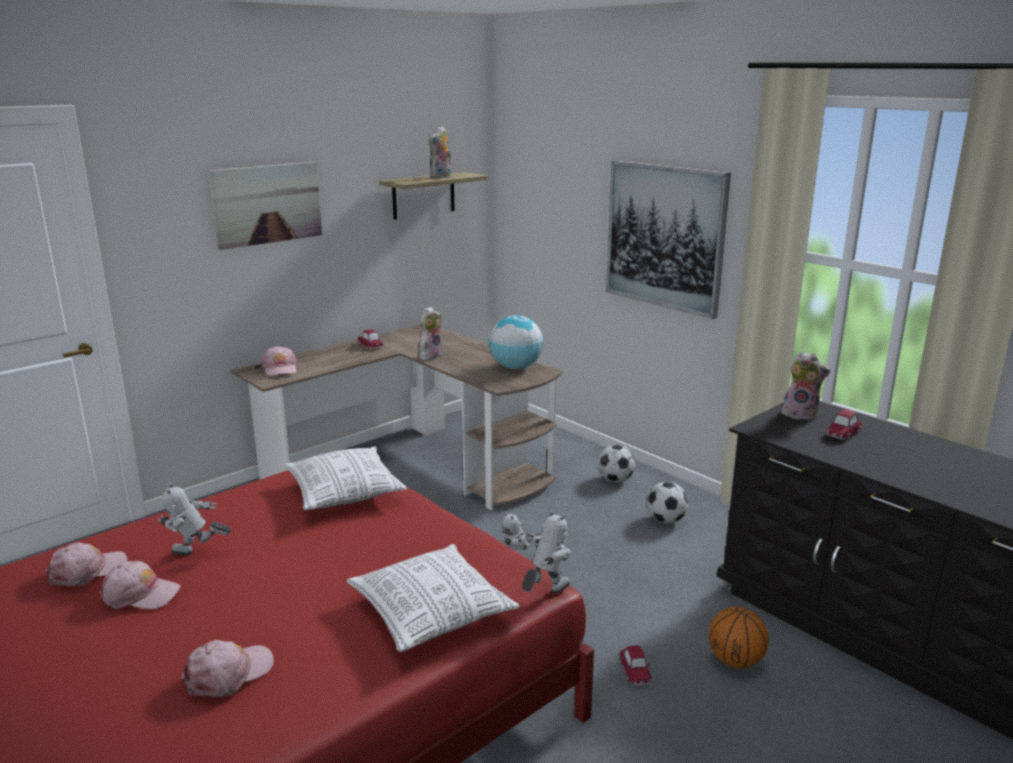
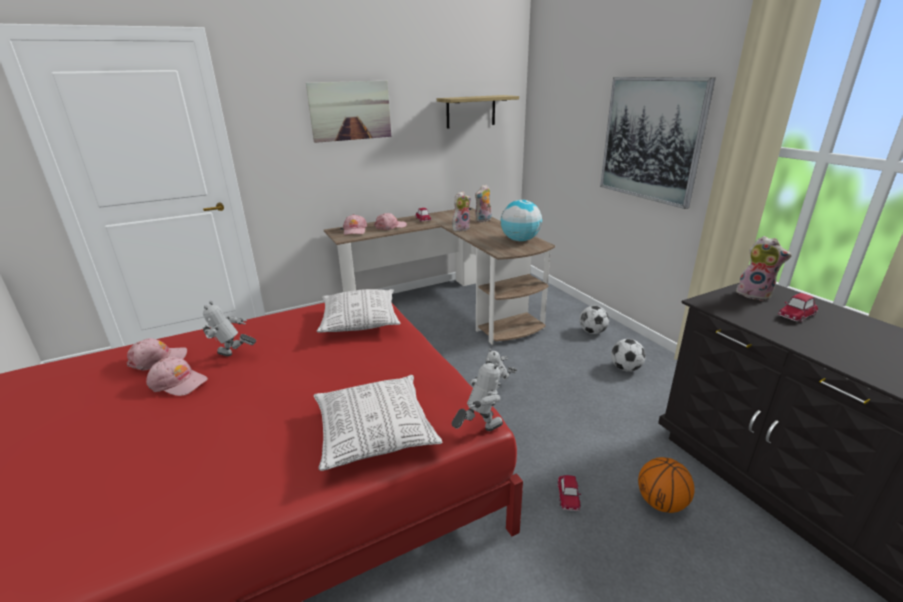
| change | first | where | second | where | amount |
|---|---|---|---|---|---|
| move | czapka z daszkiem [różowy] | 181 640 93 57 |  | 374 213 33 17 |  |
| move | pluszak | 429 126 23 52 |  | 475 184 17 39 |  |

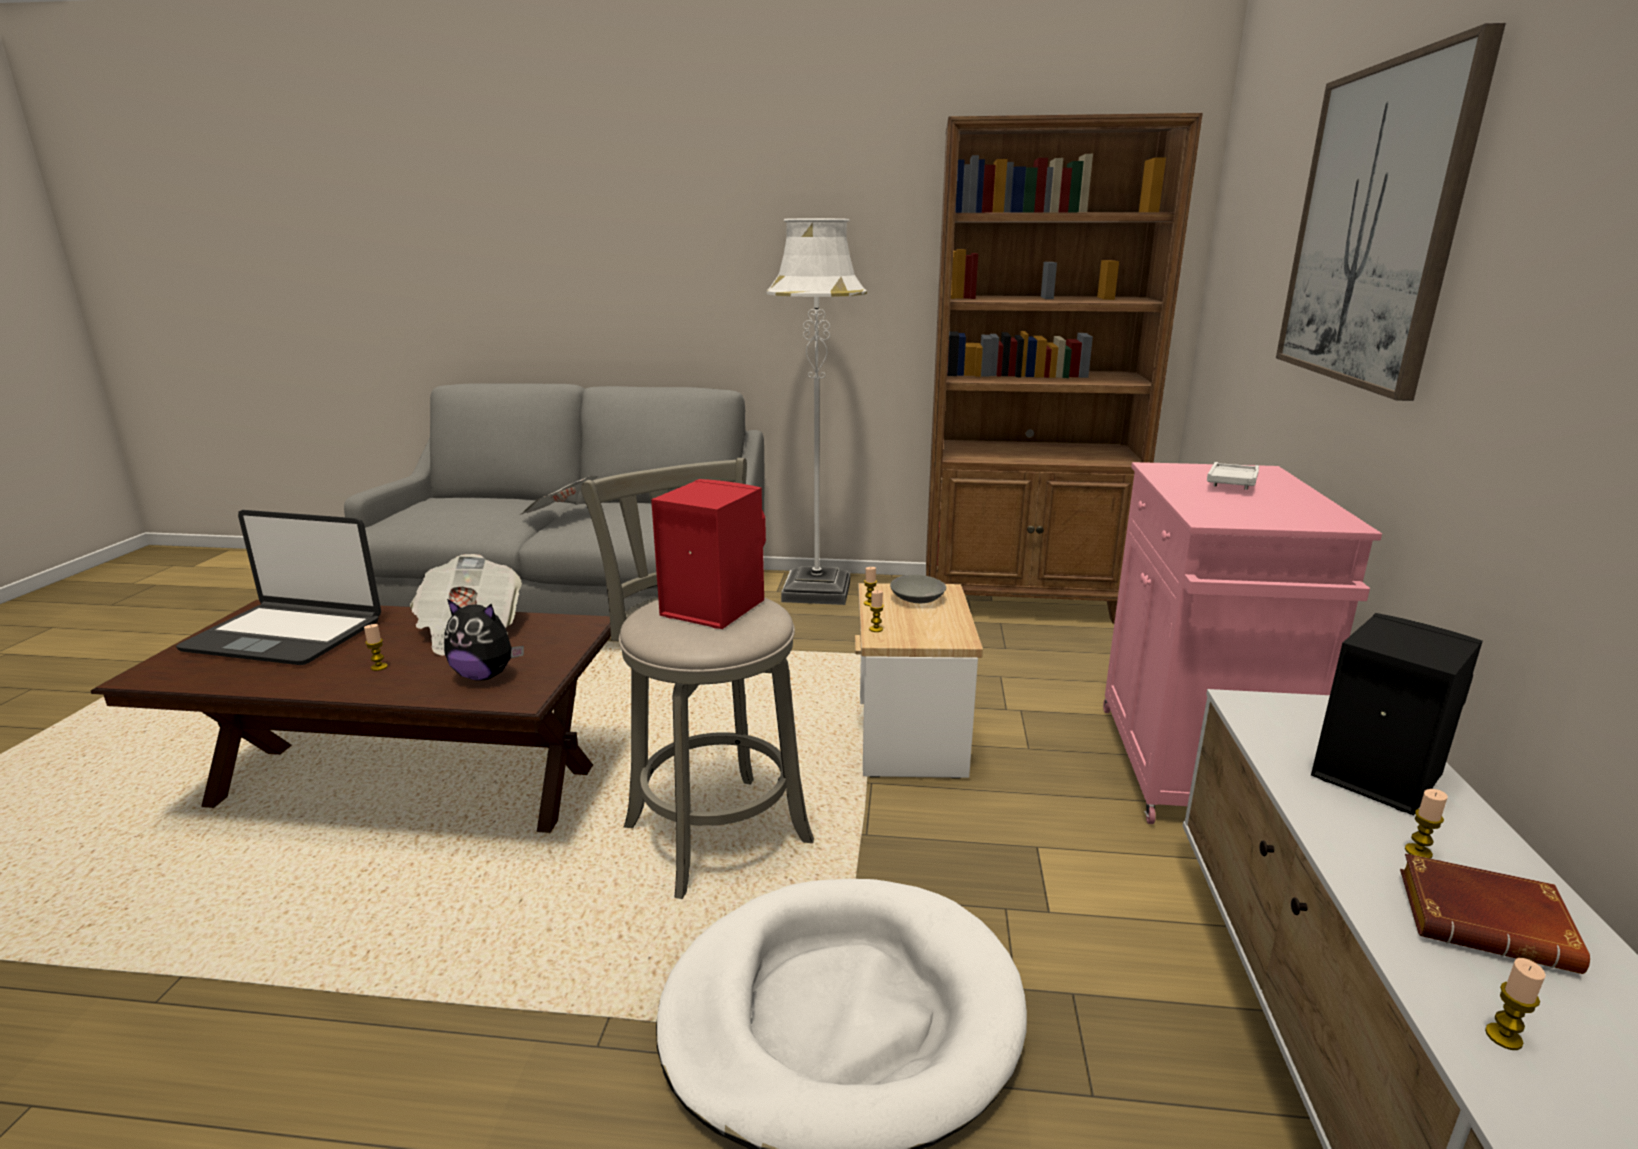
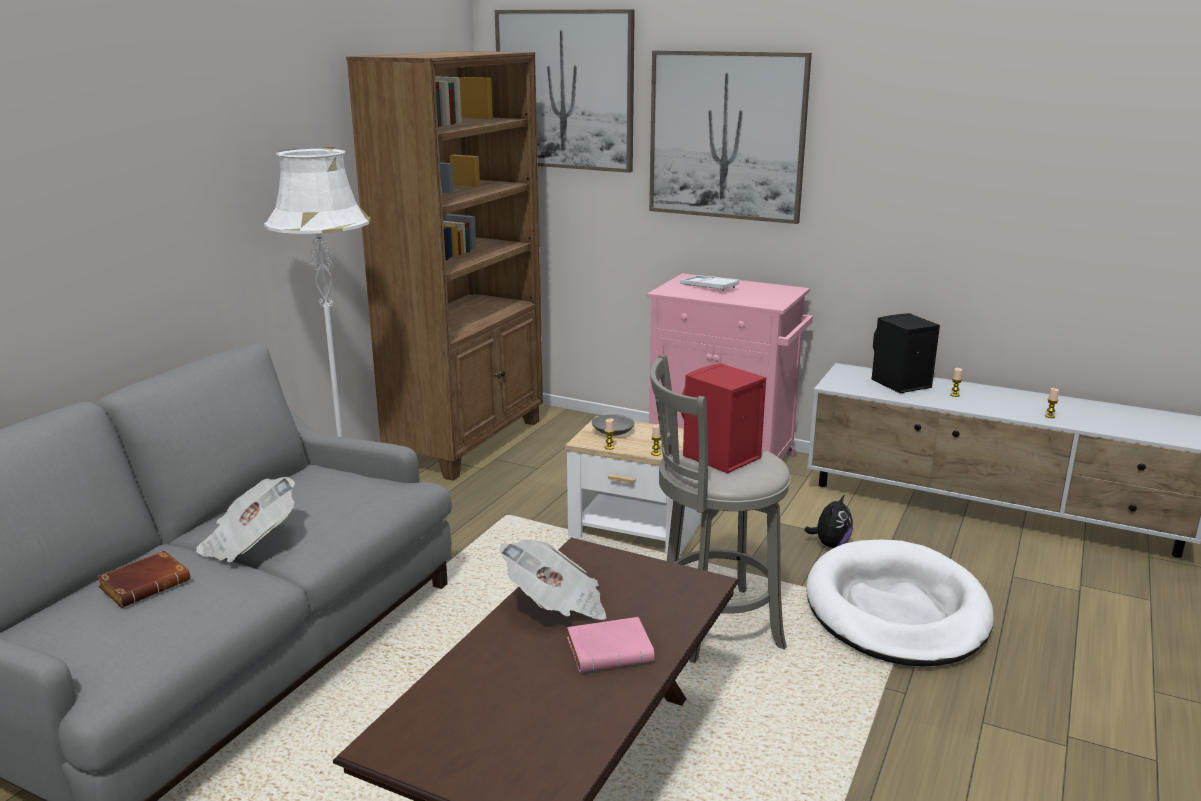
| change | first | where | second | where | amount |
|---|---|---|---|---|---|
| delete | laptop | 176 510 205 155 |  |  |  |
| replace | świeca | 364 624 24 47 | książka [różowy] | 567 617 88 56 |  |
| move | pluszak | 444 599 80 82 |  | 804 494 49 54 |  |
| move | książka [brązowy] | 1400 854 190 120 |  | 97 551 93 57 |  |
| insert |  |  | obraz | 495 9 140 164 |  |

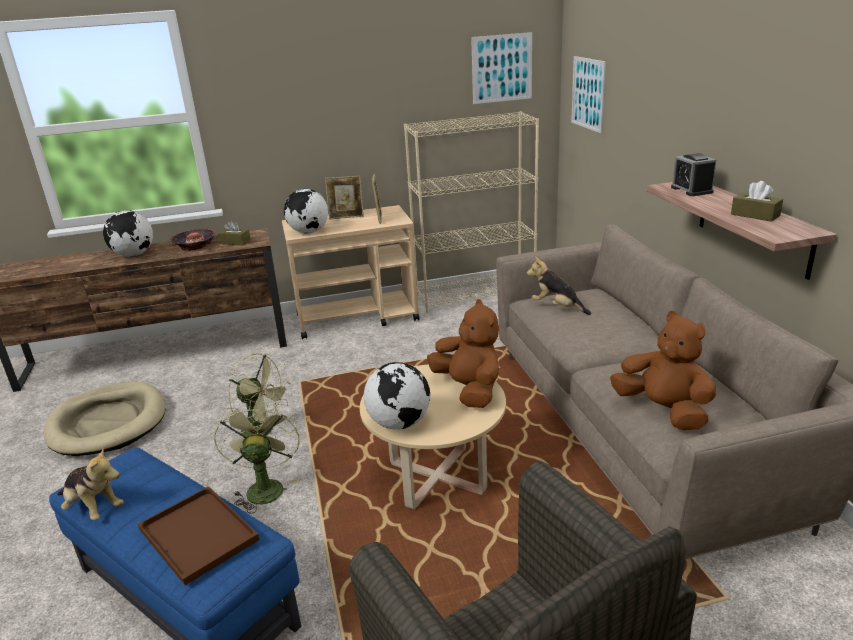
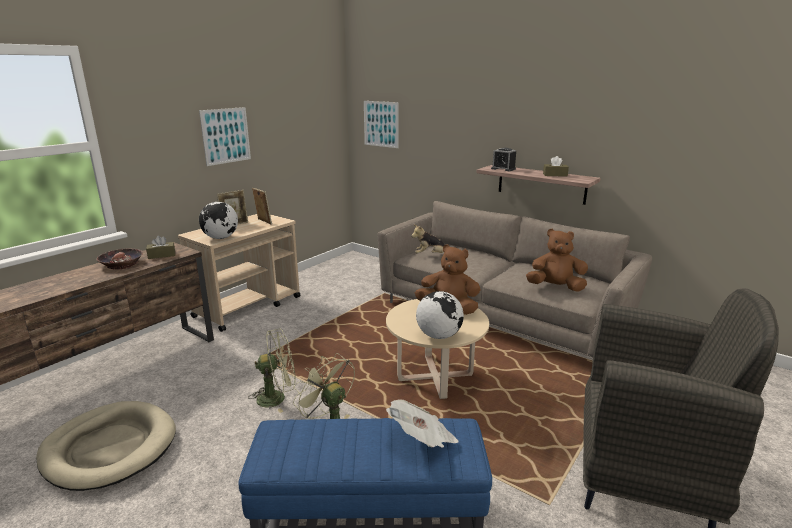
| change | first | where | second | where | amount |
|---|---|---|---|---|---|
| delete | pluszak | 57 448 67 72 |  |  |  |
| delete | globus | 103 210 50 47 |  |  |  |
| replace | taca [brązowy] | 138 486 122 99 | gazeta | 386 400 72 48 |  |
| delete | regał [beżowy] | 404 112 135 200 |  |  |  |
| move | obraz | 471 32 61 72 |  | 199 107 52 59 |  |

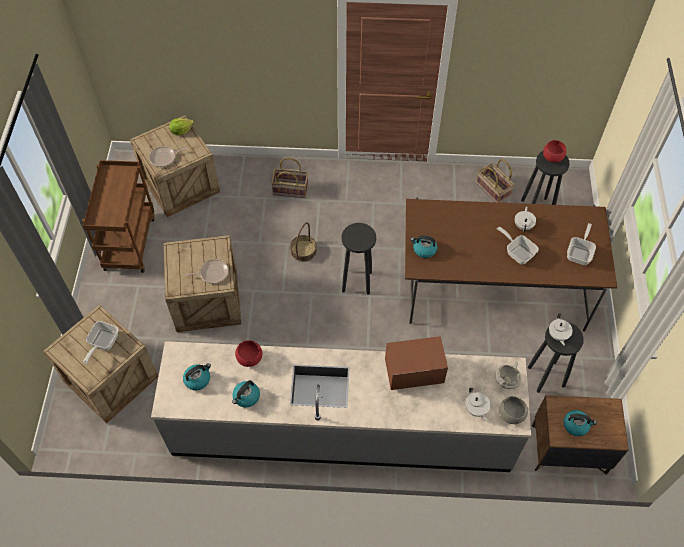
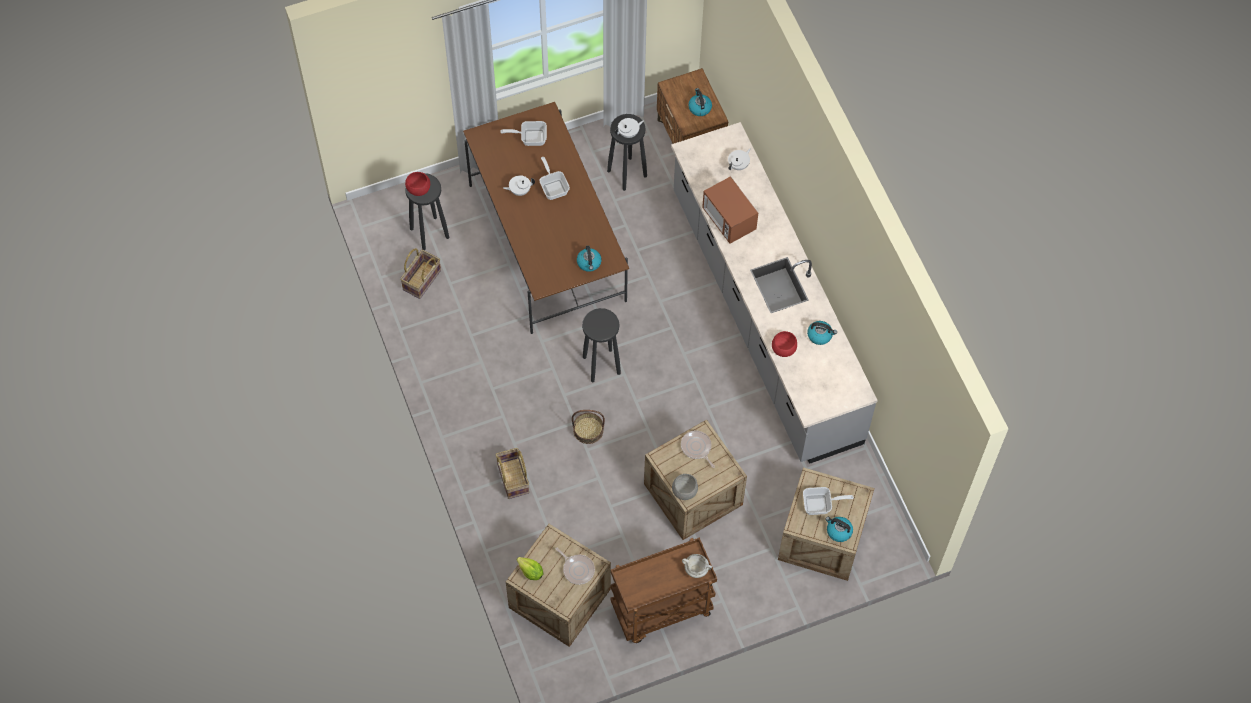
| change | first | where | second | where | amount |
|---|---|---|---|---|---|
| move | czajnik | 183 363 28 27 |  | 825 517 28 25 |  |
| move | garnek [biały] | 495 362 26 27 |  | 682 554 30 24 |  |
| rotate | patelnia | 497 227 42 38 |  | 539 157 31 43 | 135 degrees clockwise |
| move | miska [szary] | 499 396 29 28 |  | 672 474 26 26 |  |

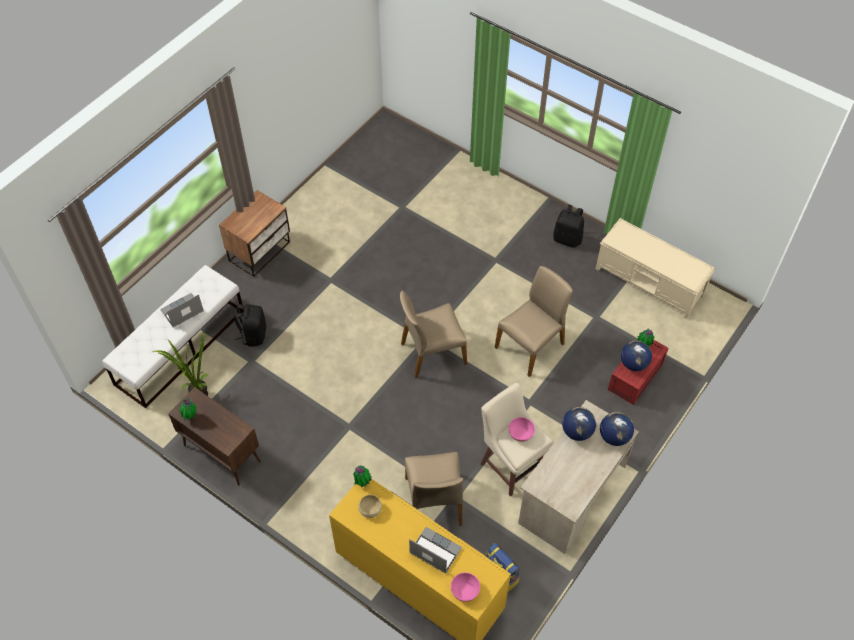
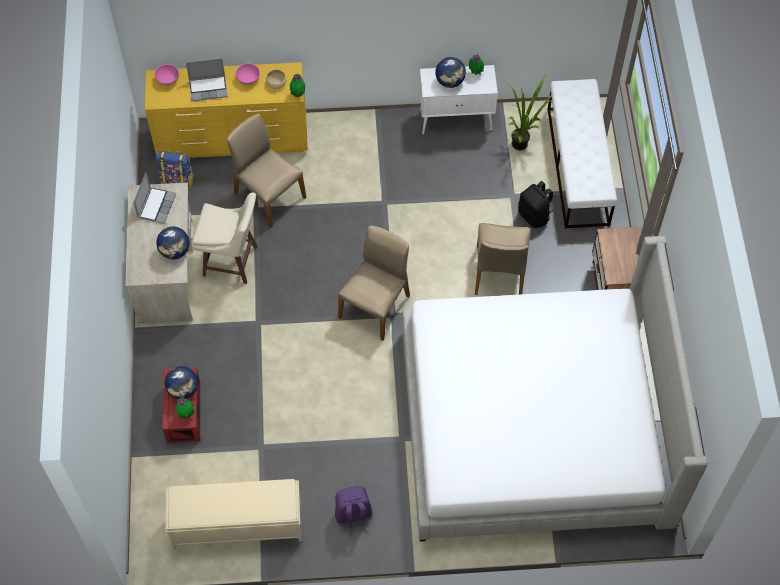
| change | first | where | second | where | amount |
|---|---|---|---|---|---|
| move | laptop | 160 293 44 34 |  | 133 172 43 52 |  |
| recolor | szafka [brązowy] | 168 387 93 99 | szafka [biały] | 419 65 79 69 |  |
| move | krzesło [beżowy] | 495 266 78 111 |  | 475 223 56 72 |  |
| move | miska [różowy] | 509 417 26 25 |  | 236 63 24 22 |  |
| recolor | plecak [czarny] | 553 204 31 44 | plecak [fioletowy] | 335 486 37 50 |  |
| move | globus | 600 412 34 34 |  | 435 57 31 31 |  |
| insert |  |  | łóżko | 402 236 306 305 |  |

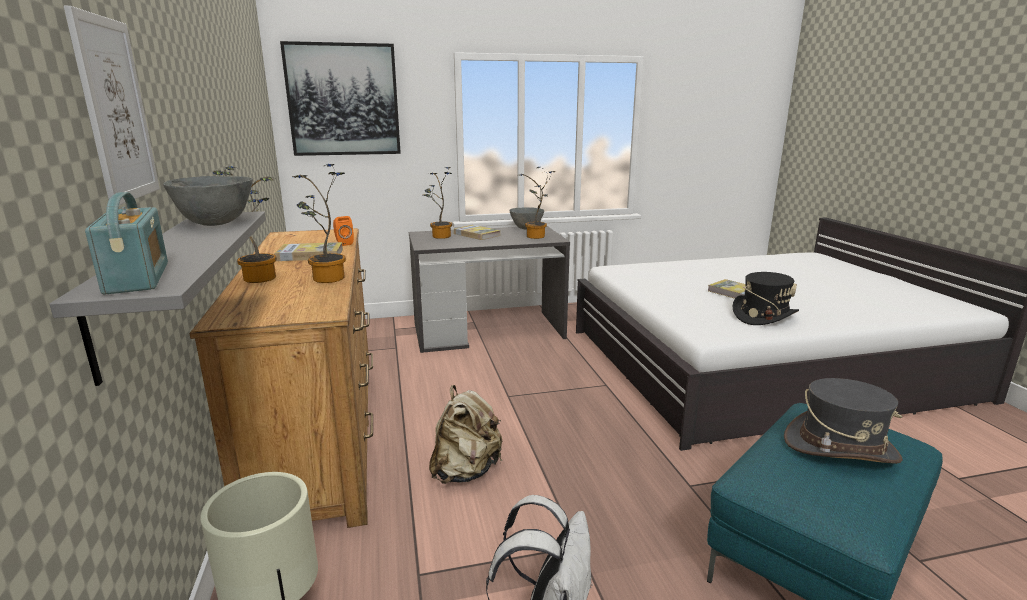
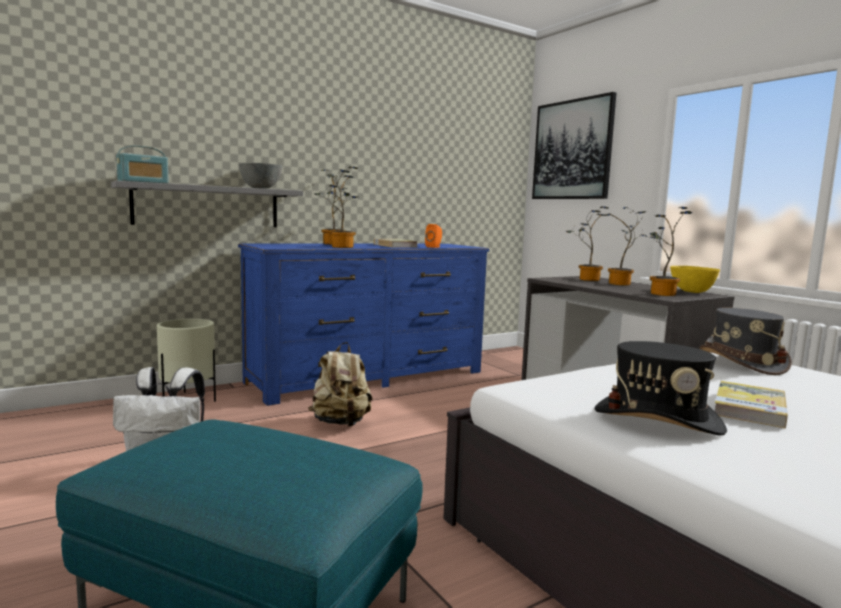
| change | first | where | second | where | amount |
|---|---|---|---|---|---|
| delete | obraz | 64 6 96 199 |  |  |  |
| recolor | komoda [brązowy] | 189 228 184 300 | komoda [niebieski] | 238 243 251 163 |  |
| replace | książka | 454 225 47 15 | roślina doniczkowa | 604 207 44 78 |  |
| recolor | miska [szary] | 509 207 35 23 | miska [żółty] | 670 266 50 27 |  |
| move | kapelusz [szary] | 784 378 119 86 |  | 700 308 92 67 |  |

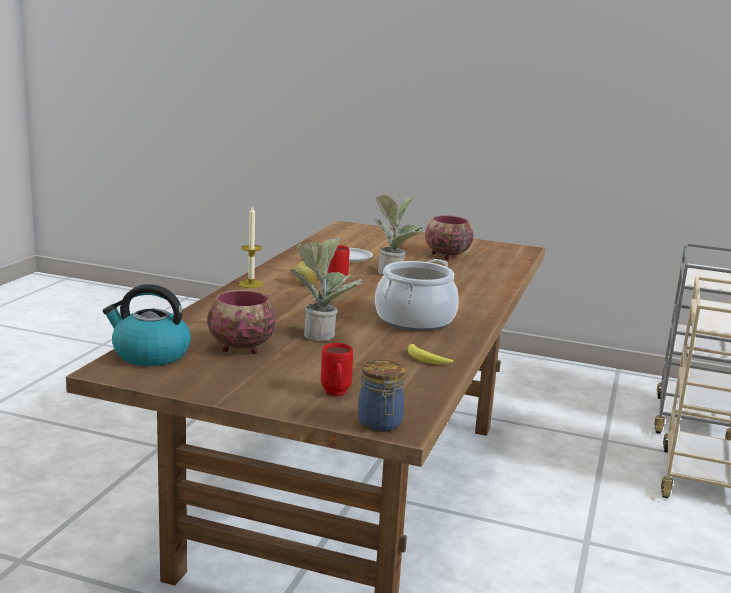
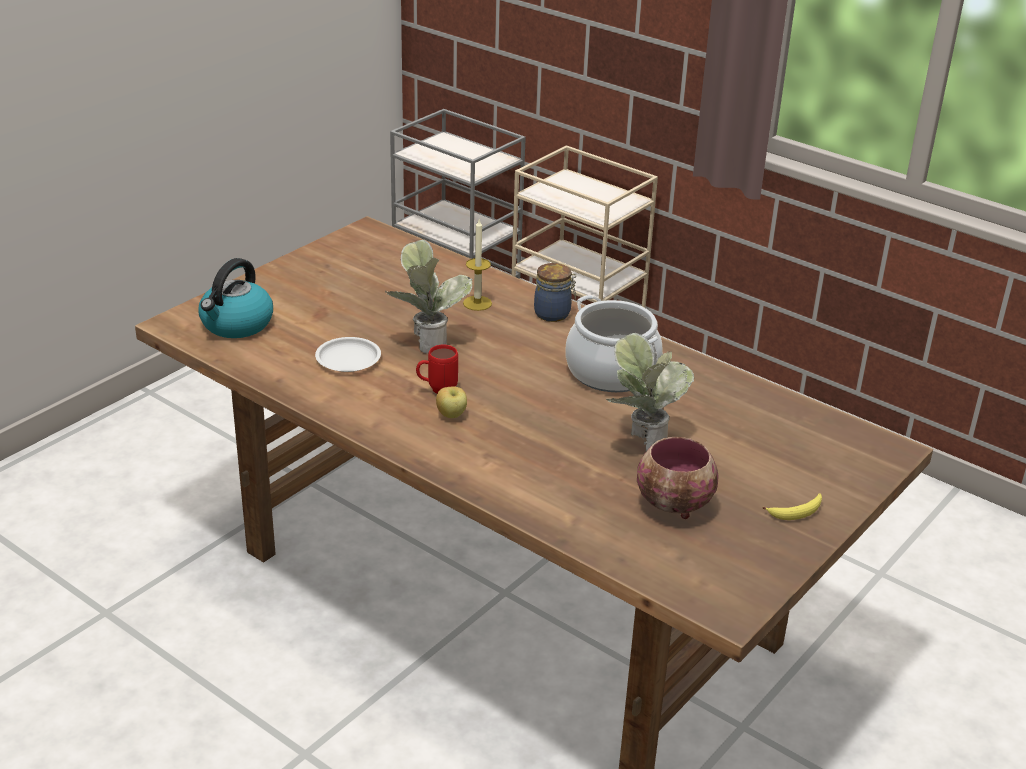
| change | first | where | second | where | amount |
|---|---|---|---|---|---|
| move | czajnik | 102 284 89 82 |  | 199 258 74 80 |  |
| move | świeca | 239 205 25 83 |  | 463 219 29 92 |  |
| delete | kubek [czerwony] | 321 343 32 53 |  |  |  |
| move | słoik | 358 360 47 72 |  | 534 263 42 59 |  |
| move | banan | 408 343 45 21 |  | 762 493 60 27 |  |
| delete | miska | 425 215 48 44 |  |  |  |

